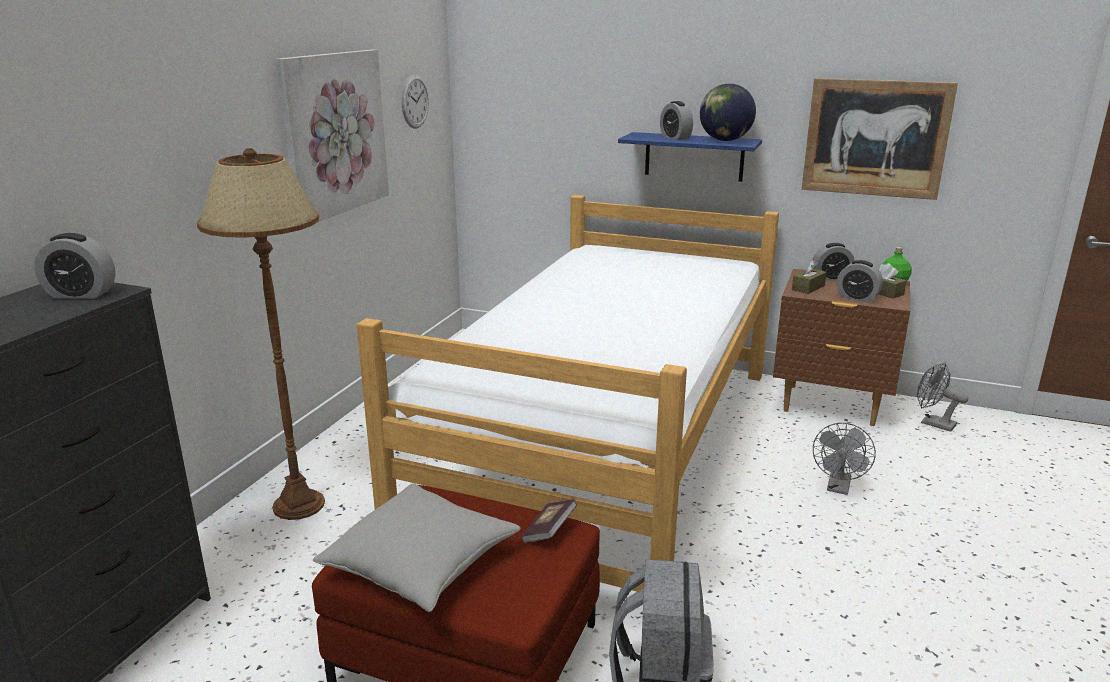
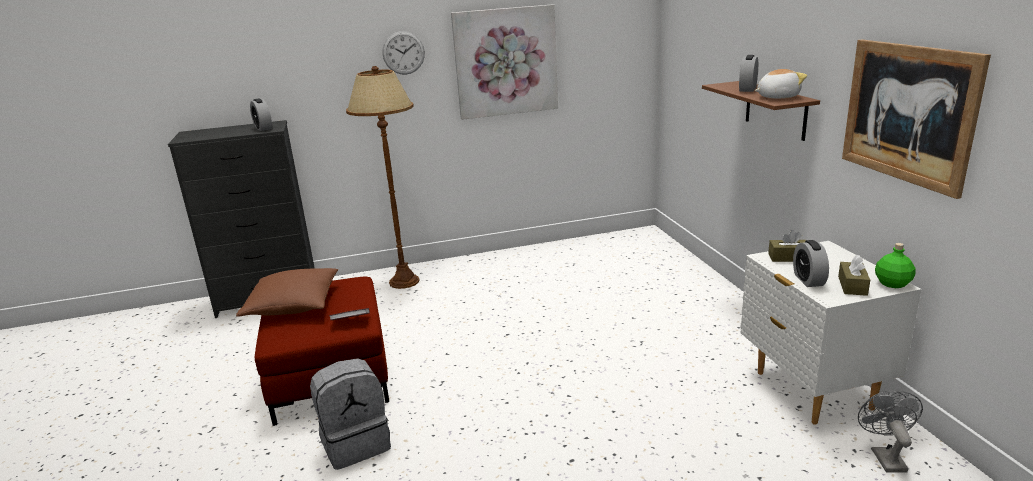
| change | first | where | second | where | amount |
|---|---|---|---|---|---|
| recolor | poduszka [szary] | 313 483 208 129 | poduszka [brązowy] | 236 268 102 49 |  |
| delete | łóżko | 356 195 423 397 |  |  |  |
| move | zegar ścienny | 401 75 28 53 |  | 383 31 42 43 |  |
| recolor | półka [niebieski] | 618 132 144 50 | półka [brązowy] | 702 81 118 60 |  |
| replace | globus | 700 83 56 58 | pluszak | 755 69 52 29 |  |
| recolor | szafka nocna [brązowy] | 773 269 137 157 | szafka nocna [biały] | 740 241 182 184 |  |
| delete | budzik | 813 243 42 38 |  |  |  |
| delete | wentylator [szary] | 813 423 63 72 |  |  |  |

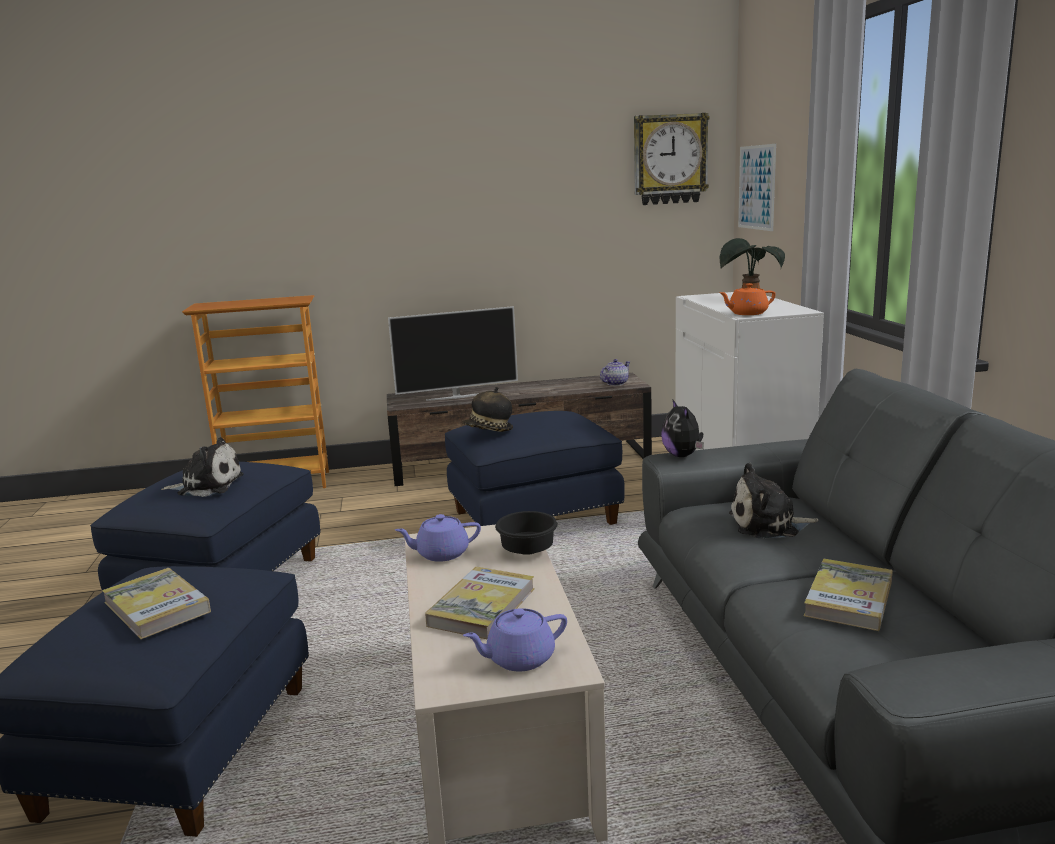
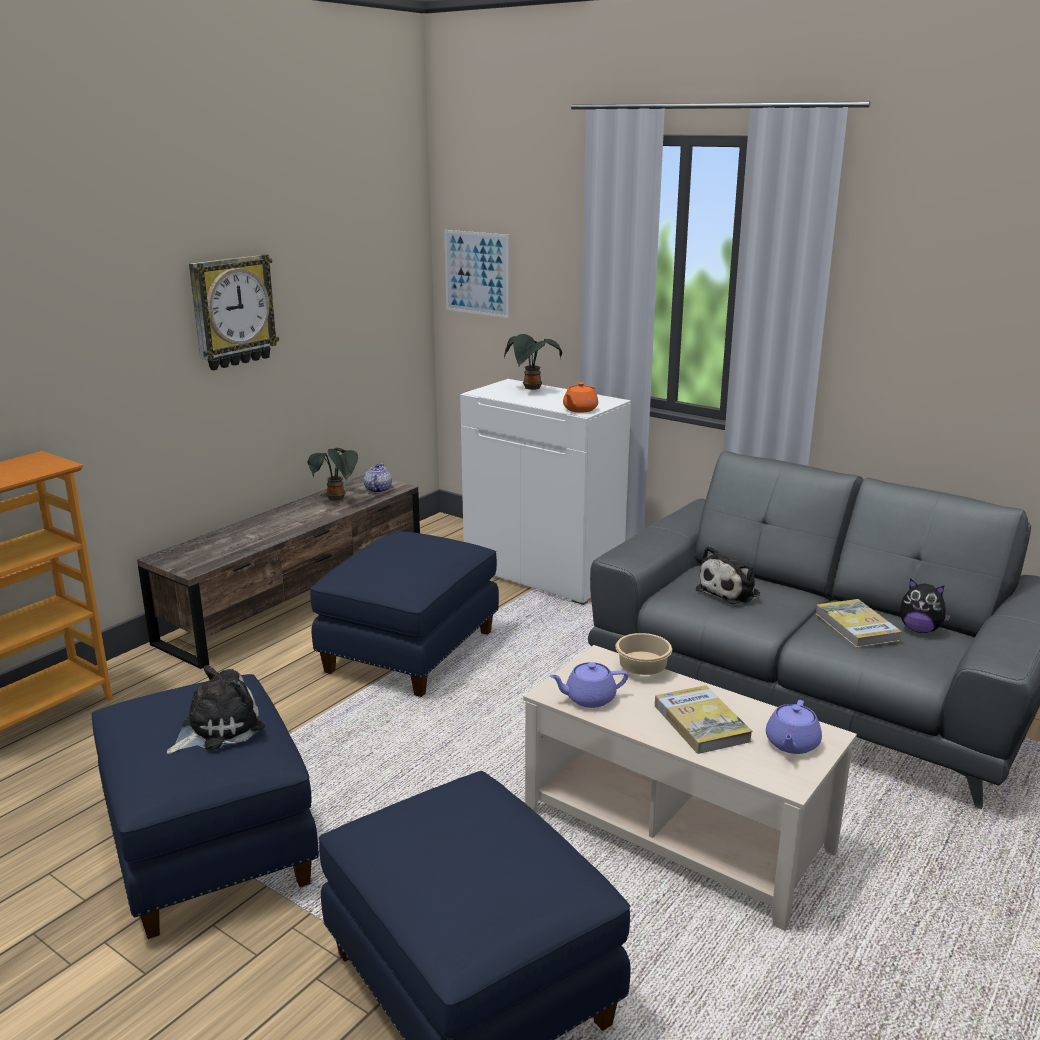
| change | first | where | second | where | amount |
|---|---|---|---|---|---|
| delete | książka | 102 568 109 71 |  |  |  |
| delete | telewizor | 388 306 130 95 |  |  |  |
| rotate | imbryk [fioletowy] | 395 514 86 48 |  | 549 662 79 46 | 45 degrees clockwise |
| delete | kapelusz | 462 387 51 45 |  |  |  |
| recolor | miska [czarny] | 495 511 63 44 | miska [beżowy] | 615 633 57 42 |  |
| move | zegar ścienny | 634 113 76 92 |  | 189 254 90 116 |  |
| move | pluszak | 661 399 43 58 |  | 900 578 51 55 |  |
| insert |  |  | roślina doniczkowa | 307 448 51 53 |  |

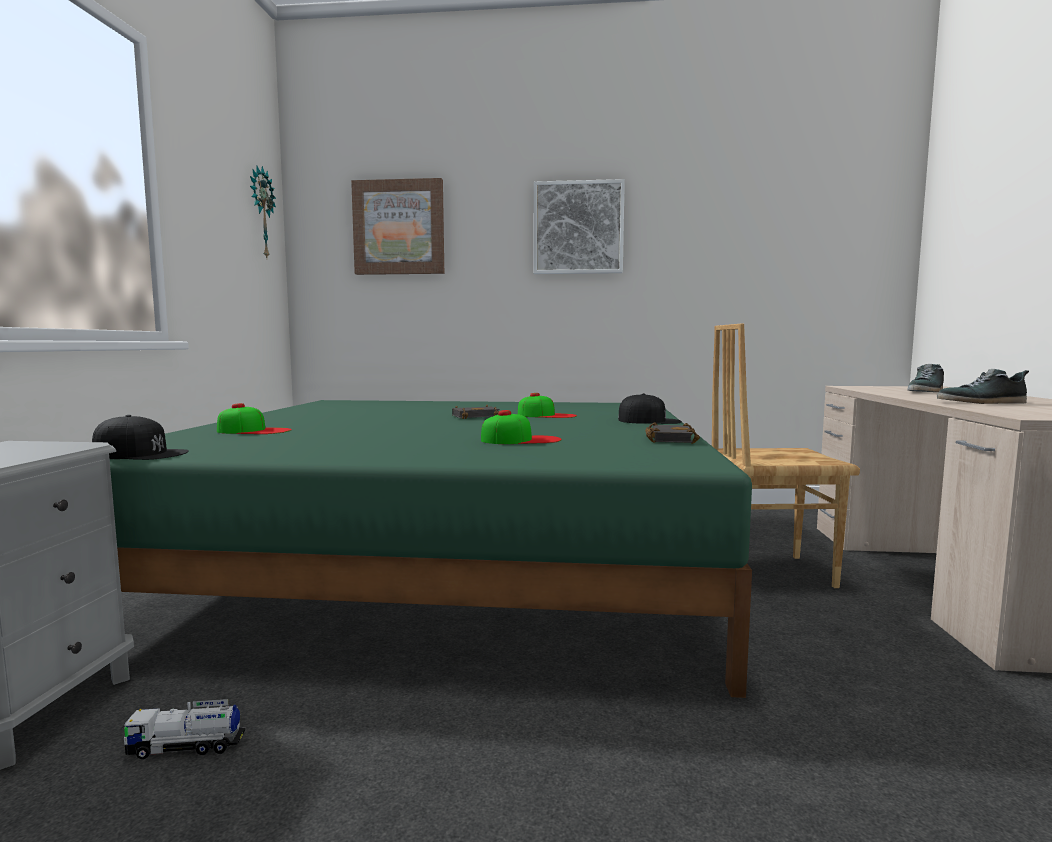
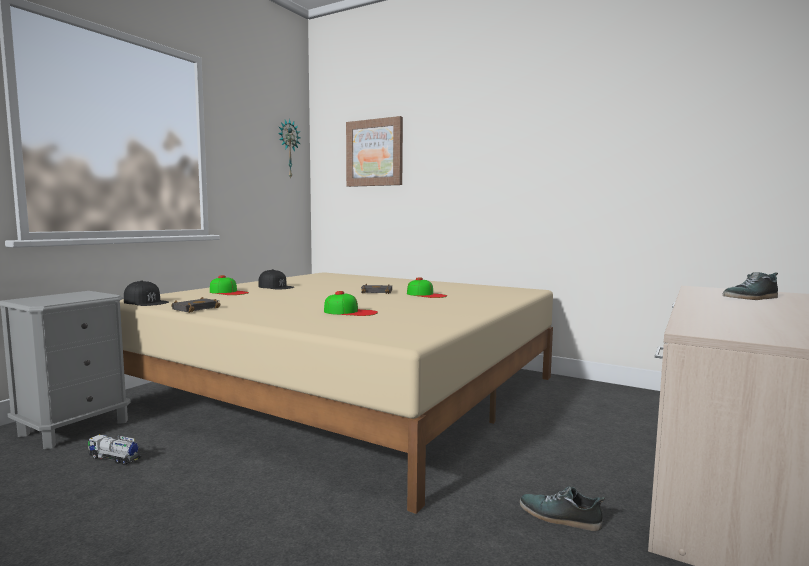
| change | first | where | second | where | amount |
|---|---|---|---|---|---|
| recolor | łóżko [zielony] | 110 400 642 298 | łóżko [beżowy] | 120 272 433 242 |  |
| delete | obraz | 534 179 91 95 |  |  |  |
| move | czapka z daszkiem [czarny] | 618 393 64 31 |  | 258 269 36 20 |  |
| move | książka [czarny] | 645 422 55 22 |  | 171 297 50 16 |  |
| delete | krzesło [brązowy] | 712 323 148 265 |  |  |  |
| move | but | 937 369 92 35 |  | 520 487 85 44 |  |

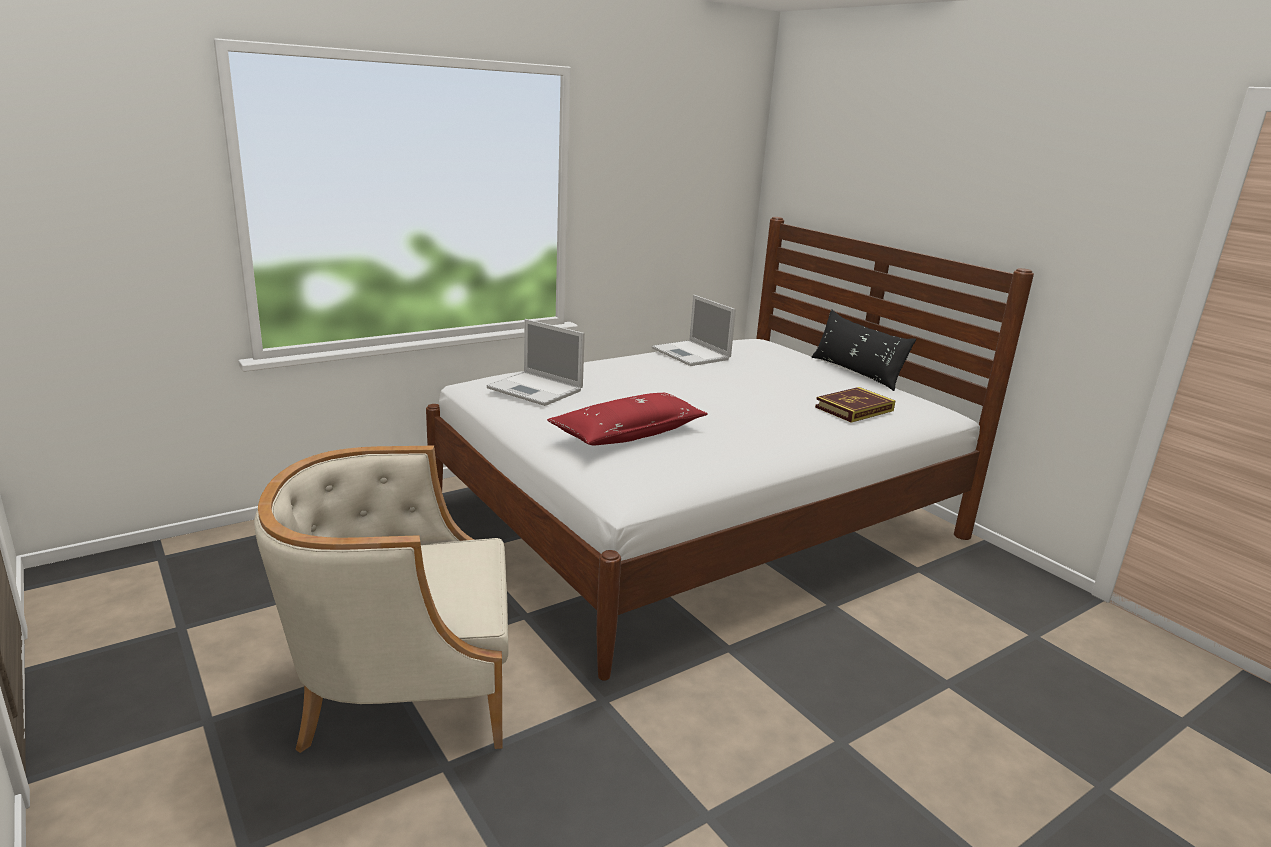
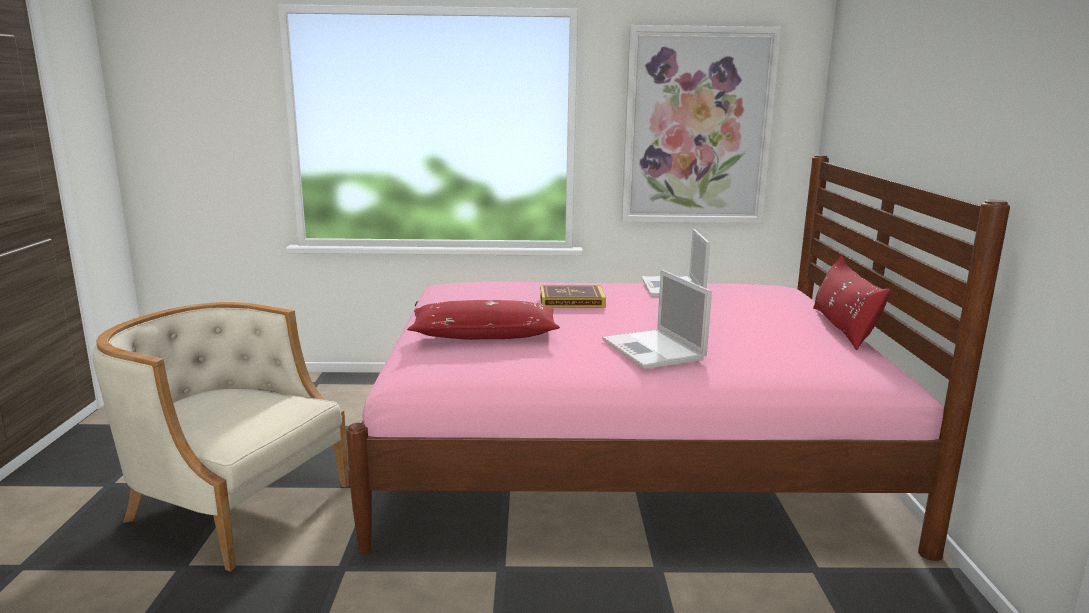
| change | first | where | second | where | amount |
|---|---|---|---|---|---|
| recolor | łóżko [biały] | 426 217 608 464 | łóżko [różowy] | 346 155 664 406 |  |
| move | laptop | 487 319 98 87 |  | 602 270 110 99 |  |
| recolor | poduszka [czarny] | 811 310 105 81 | poduszka [czerwony] | 813 255 77 95 |  |
| move | książka | 815 387 80 36 |  | 540 286 66 22 |  |
| insert |  |  | obraz | 622 25 159 198 |  |

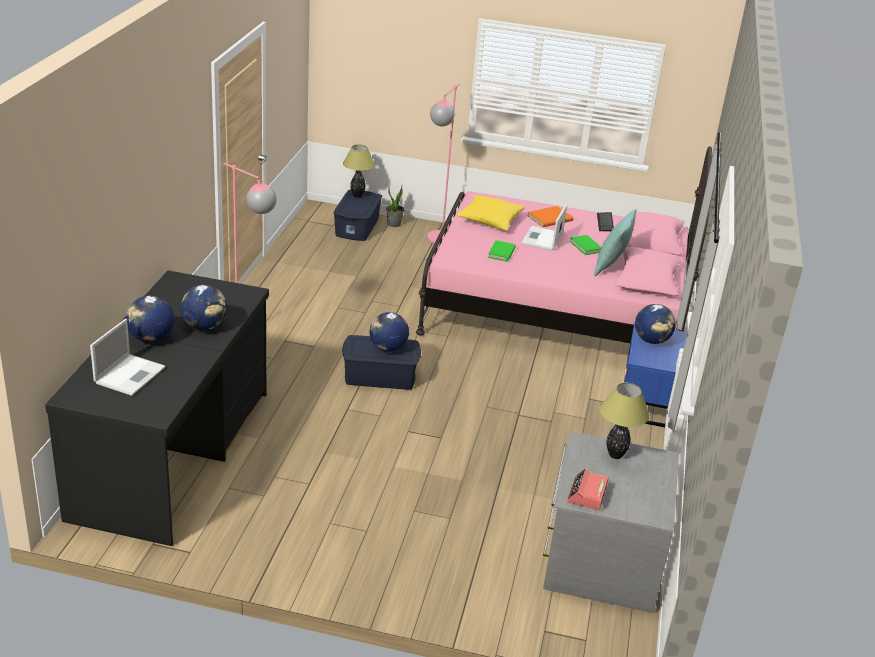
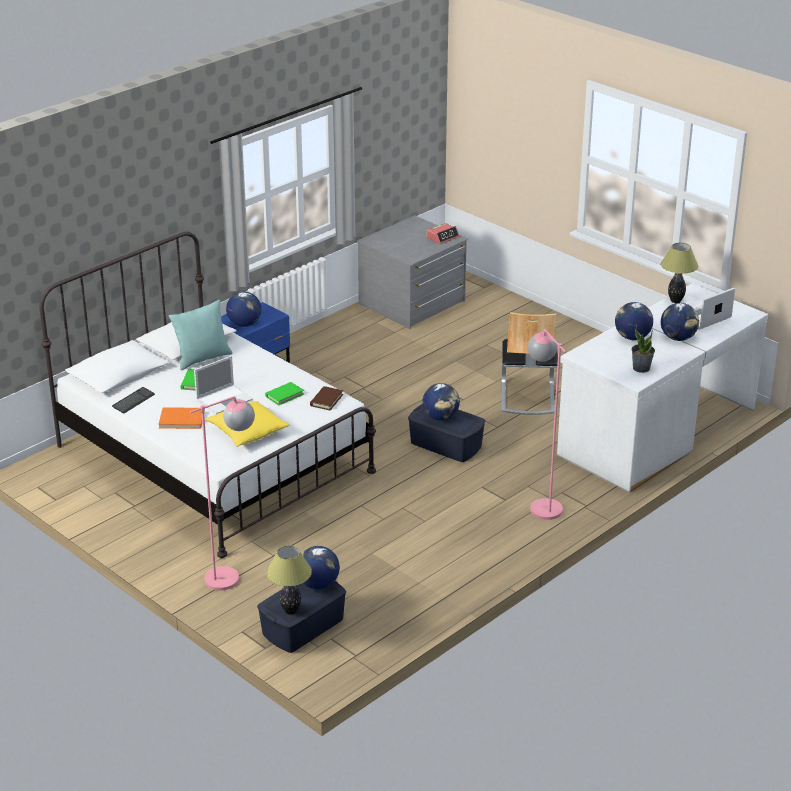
| change | first | where | second | where | amount |
|---|---|---|---|---|---|
| recolor | biurko [czarny] | 45 270 224 276 | biurko [biały] | 557 283 211 210 |  |
| move | roślina doniczkowa | 386 186 19 41 |  | 631 325 24 48 |  |
| recolor | łóżko [różowy] | 416 146 296 197 | łóżko [biały] | 39 232 337 326 |  |
| move | lampa stołowa | 600 383 49 76 |  | 661 243 37 60 |  |
| insert |  |  | globus | 302 546 38 43 |  |
| insert |  |  | książka [brązowy] | 310 386 33 24 |  |
| insert |  |  | krzesło | 502 312 56 103 |  |

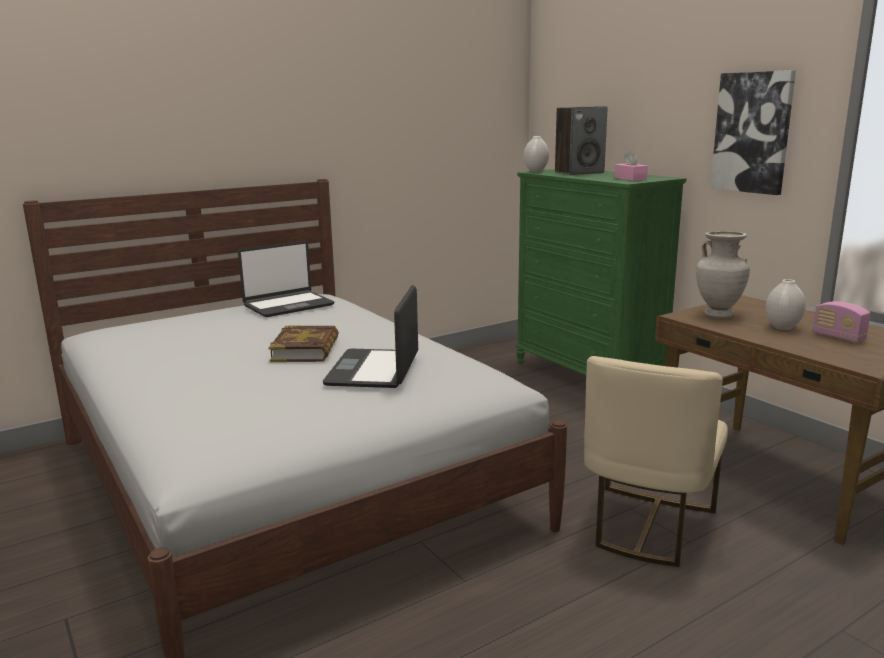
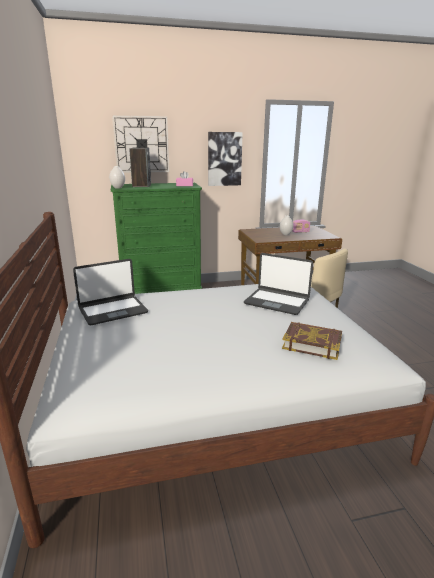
| change | first | where | second | where | amount |
|---|---|---|---|---|---|
| rotate | laptop | 238 241 96 76 |  | 73 259 75 66 | 75 degrees clockwise |
| move | książka | 269 326 70 36 |  | 282 322 60 38 |  |
| delete | wazon [beżowy] | 696 232 54 86 |  |  |  |
| insert |  |  | zegar ścienny | 112 115 58 58 |  |

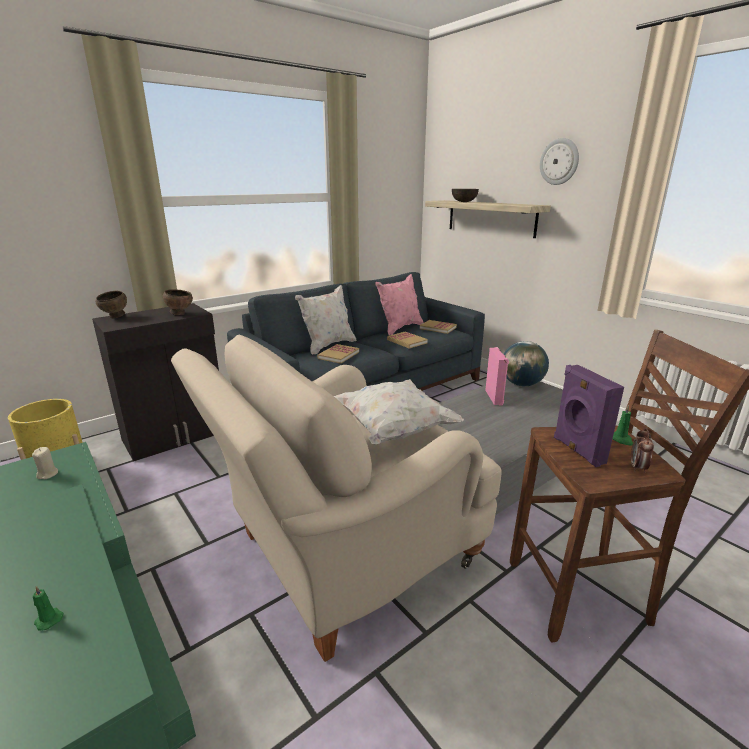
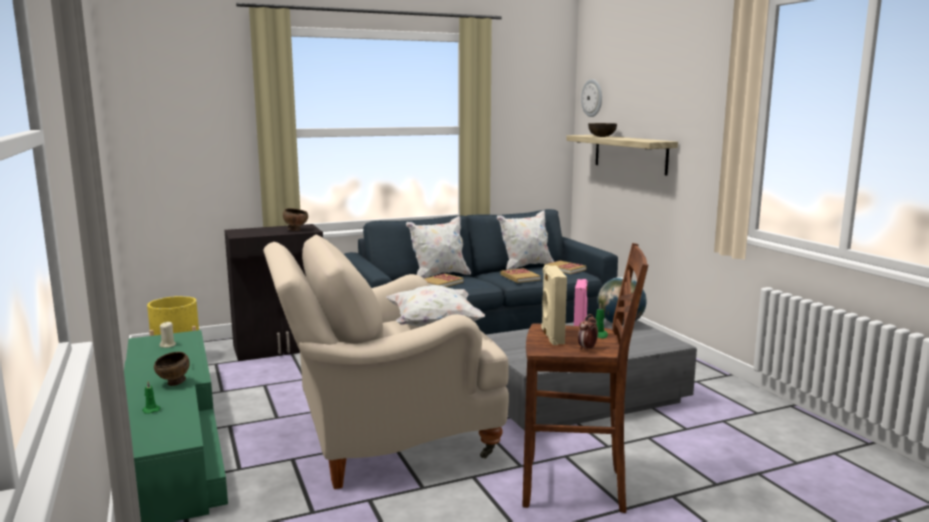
| change | first | where | second | where | amount |
|---|---|---|---|---|---|
| move | miska [brązowy] | 96 291 31 27 |  | 154 352 36 34 |  |
| recolor | poduszka [różowy] | 375 274 48 61 | poduszka [biały] | 497 210 57 60 |  |
| move | zegar ścienny | 540 138 39 47 |  | 581 79 21 38 |  |
| recolor | głośnik [fioletowy] | 554 365 70 102 | głośnik [beżowy] | 541 265 26 80 |  |

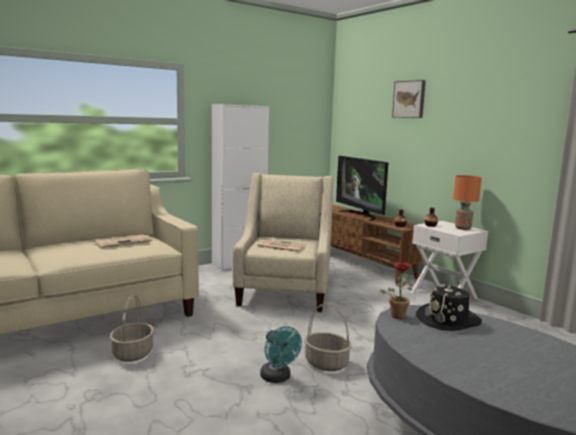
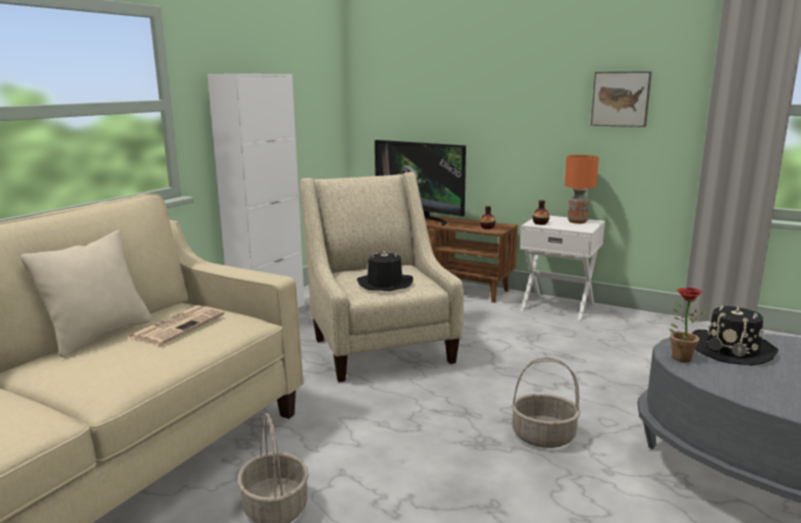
| change | first | where | second | where | amount |
|---|---|---|---|---|---|
| replace | gazeta | 256 239 50 13 | kapelusz [czarny] | 357 250 56 41 |  |
| delete | wentylator [turkusowy] | 260 326 42 57 |  |  |  |
| move | obraz | 392 80 34 38 |  | 591 71 61 56 |  |
| insert |  |  | poduszka [beżowy] | 21 230 131 127 |  |

